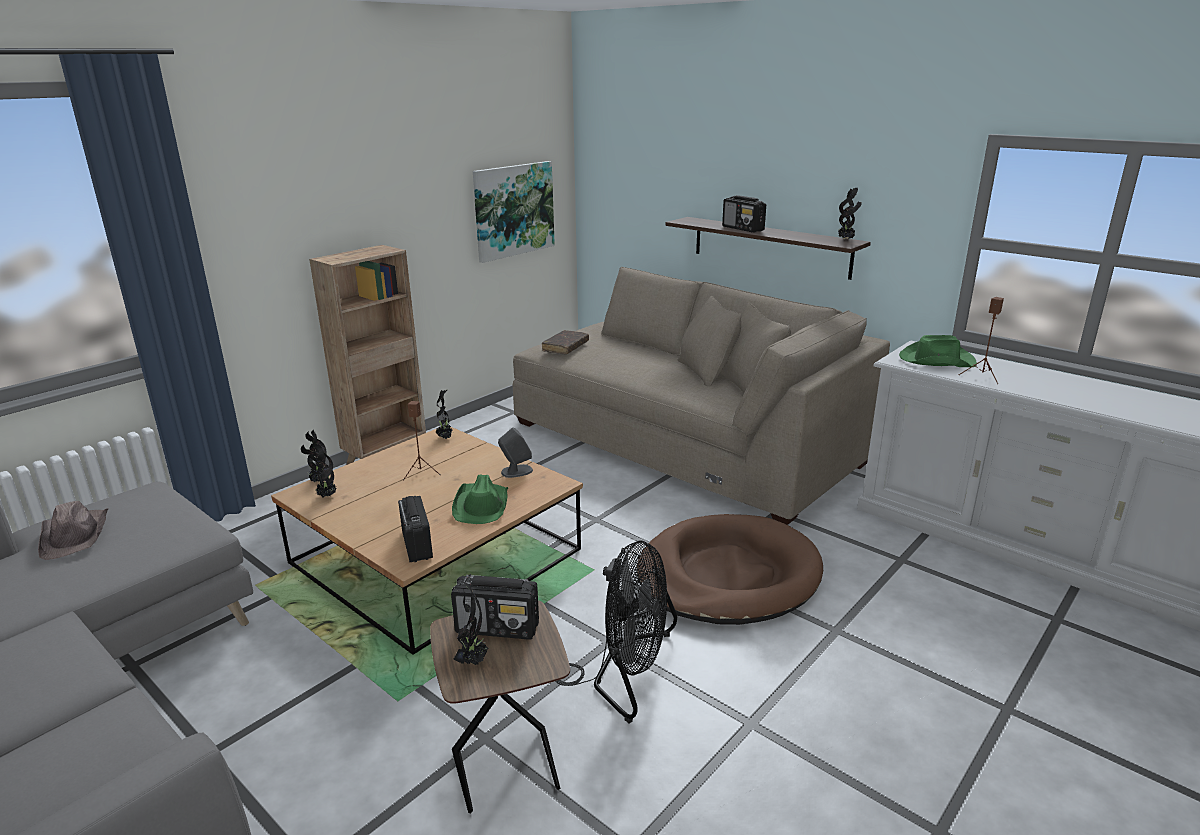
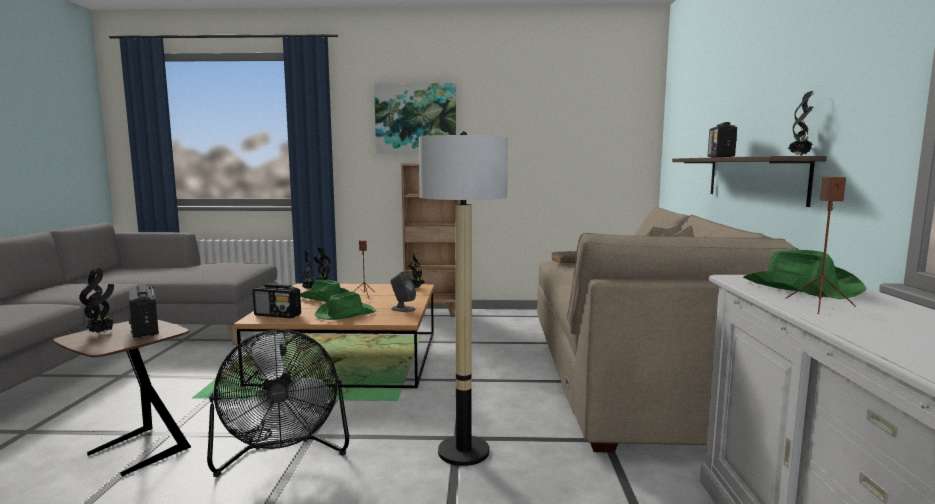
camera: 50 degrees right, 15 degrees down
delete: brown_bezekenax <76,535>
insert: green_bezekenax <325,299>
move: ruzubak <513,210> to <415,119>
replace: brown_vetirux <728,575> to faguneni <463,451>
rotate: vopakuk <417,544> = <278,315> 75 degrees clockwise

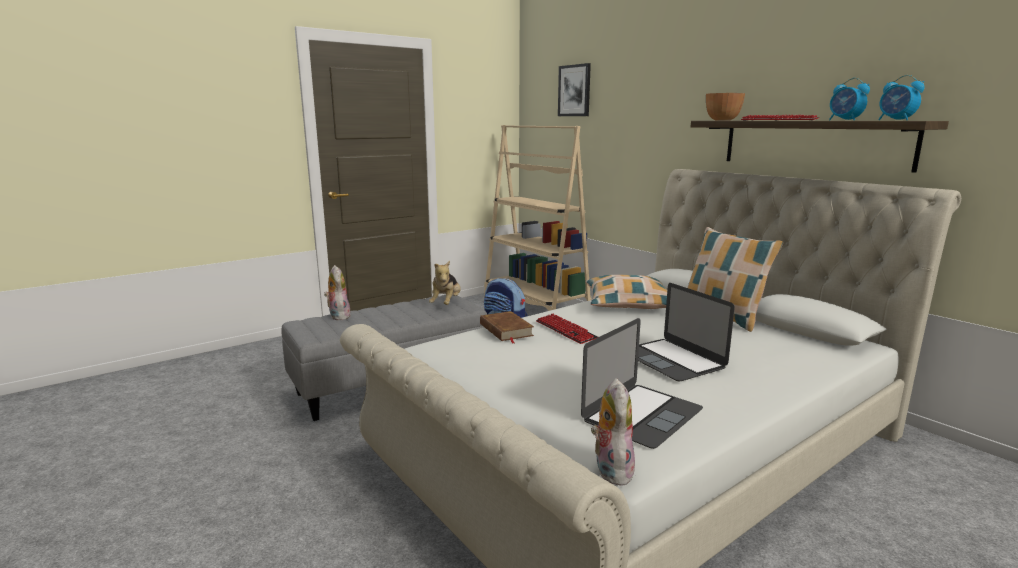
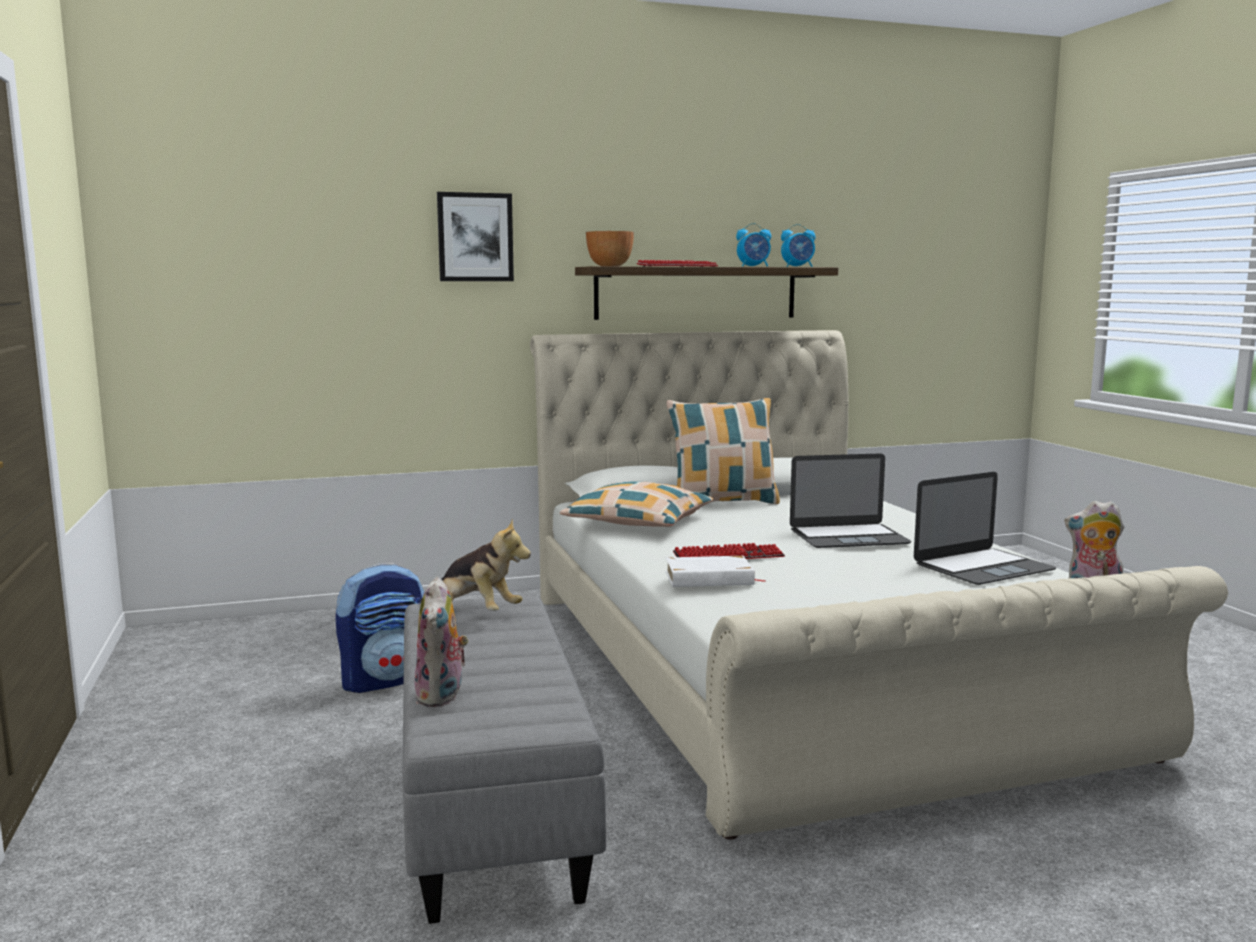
camera: 70 degrees left, 5 degrees down
delete: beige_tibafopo <535,305>
move: ruzubak <574,90> to <475,237>
recolor: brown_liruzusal <506,330> to white_liruzusal <709,578>
rotate: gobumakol <338,316> = <442,696> 90 degrees counterclockwise; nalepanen <642,414> = <983,567> 90 degrees clockwise

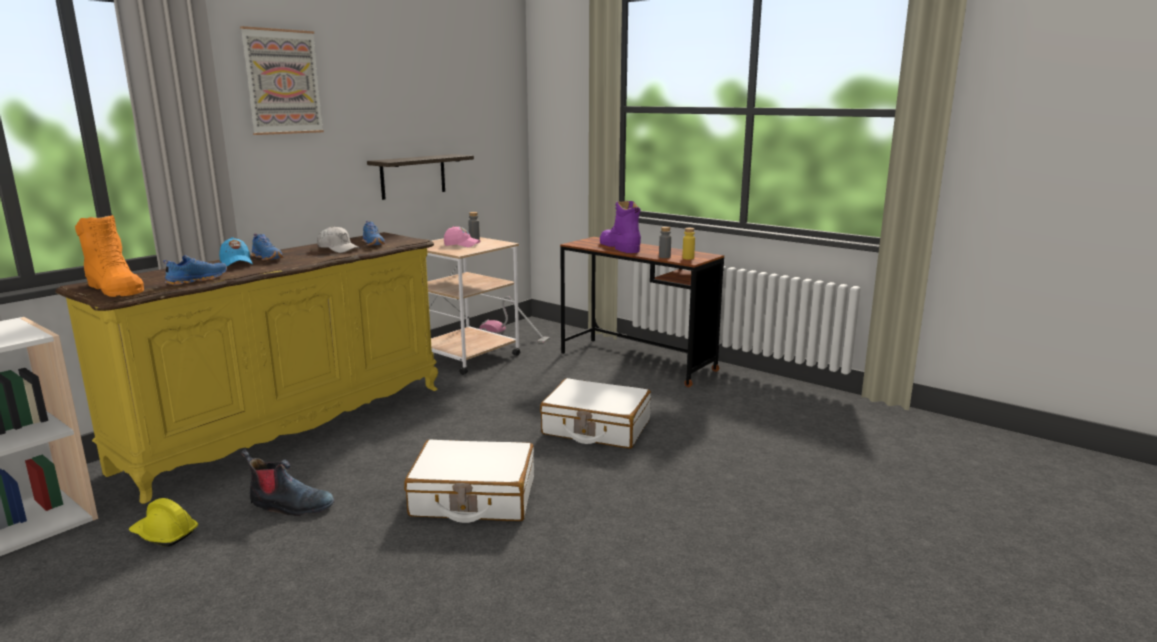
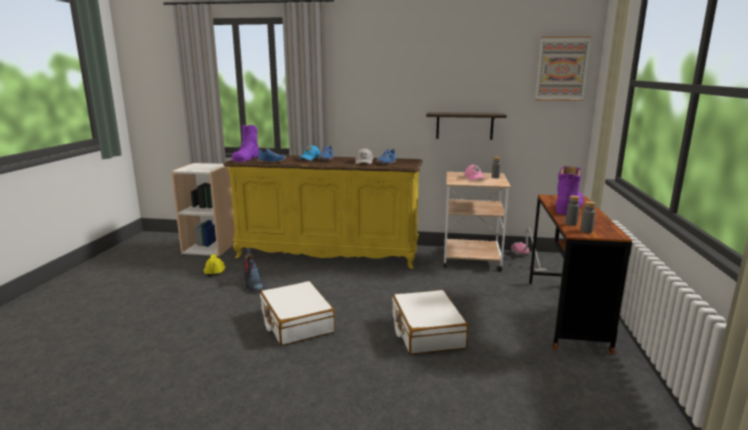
camera: 60 degrees right, 0 degrees up
move: ruzubak <282,82> to <562,69>
recolor: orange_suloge <115,289> to purple_suloge <246,158>; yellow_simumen <688,258> to grey_simumen <586,231>

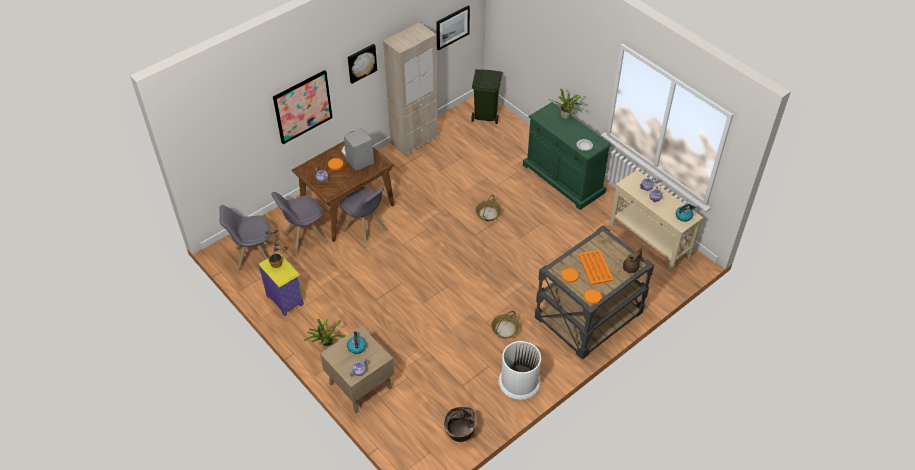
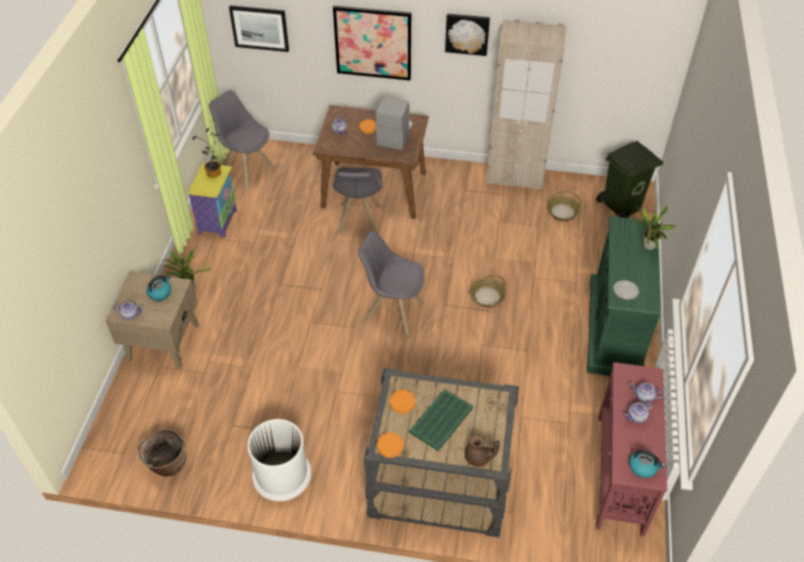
camera: 50 degrees right, 0 degrees up
move: ruzubak <452,27> to <259,28>; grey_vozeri <304,238> to <393,312>; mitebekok <505,329> to <562,212>
recolor: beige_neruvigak <649,241> to red_neruvigak <619,473>; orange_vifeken <595,267> to green_vifeken <442,419>

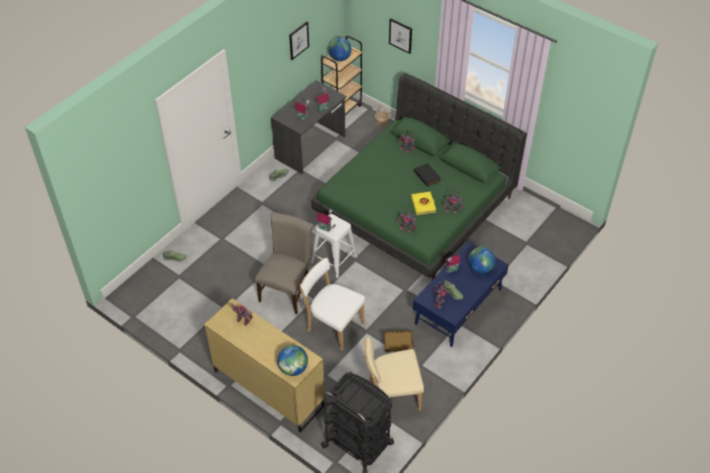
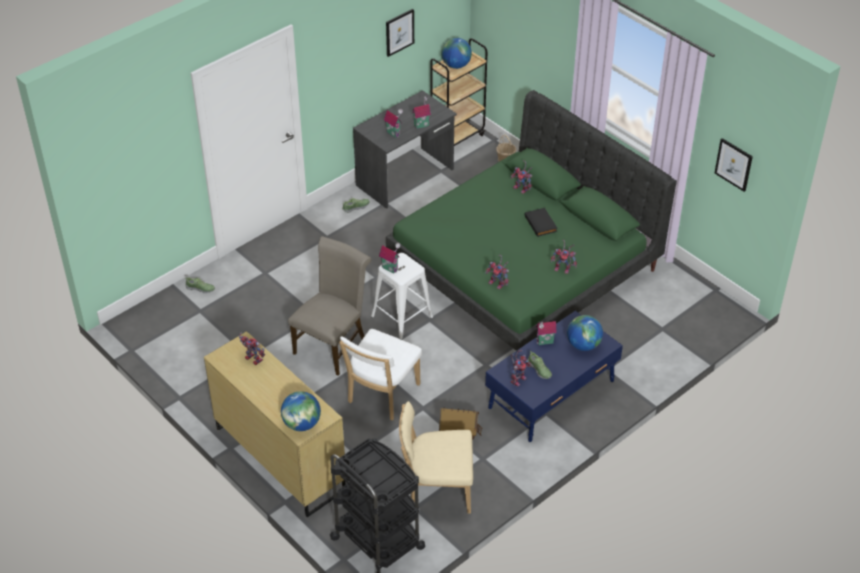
camera: 10 degrees right, 5 degrees down
delete: yellow_liruzusal <423,204>
move: ruzubak <400,35> to <733,164>
rotate: white_vozeri <333,326> = <381,395> 105 degrees counterclockwise

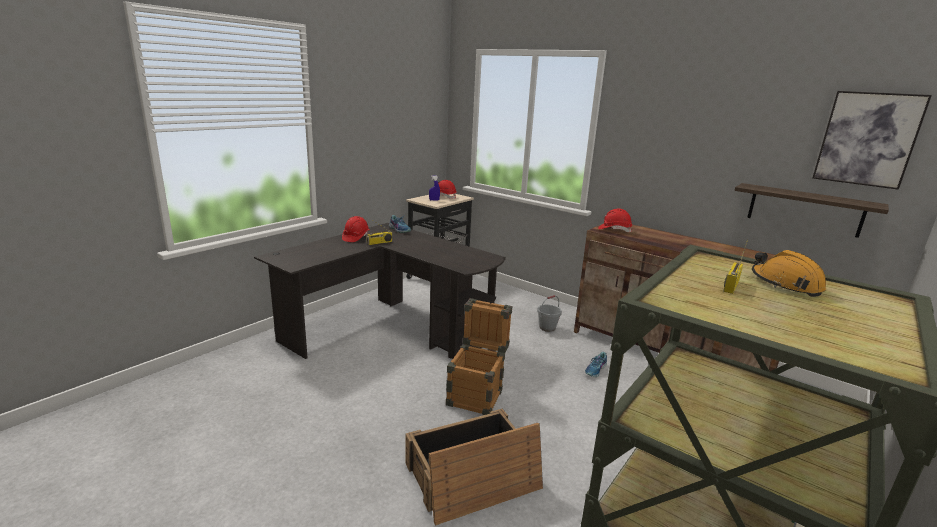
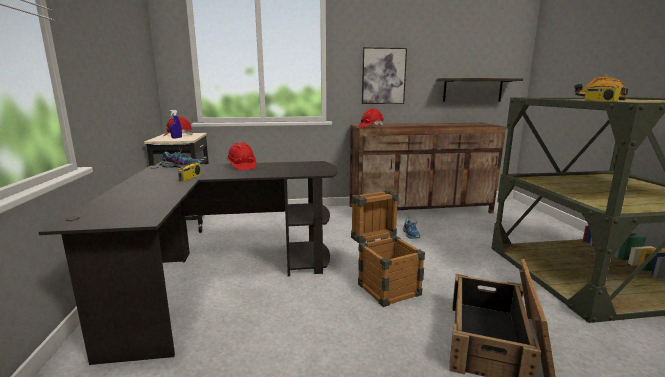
camera: 45 degrees left, 5 degrees down
delete: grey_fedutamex <547,327>
move: ruzubak <867,139> to <383,76>; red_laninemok <355,237> to <242,166>

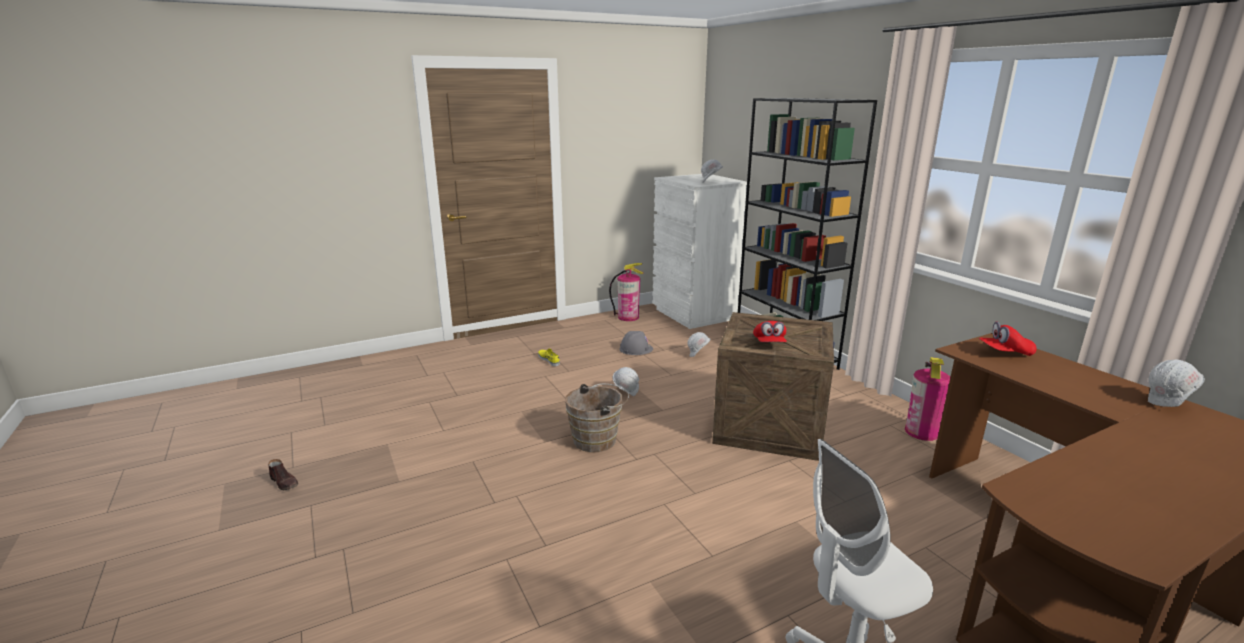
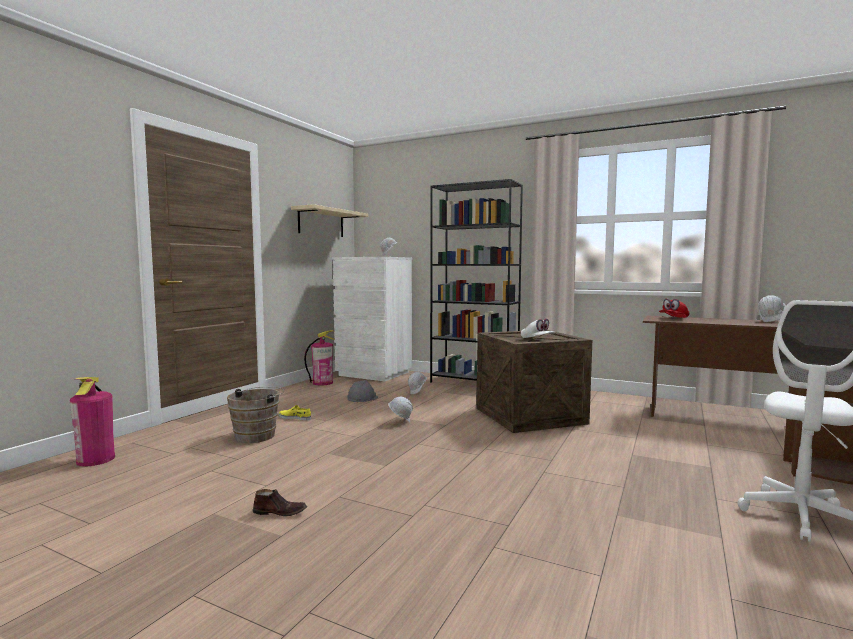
camera: 35 degrees left, 15 degrees down
insert: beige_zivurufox <321,223>
move: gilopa <921,432> to <96,459>; brown_fedutamex <598,440> to <258,435>; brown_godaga <284,482> to <280,512>
recolor: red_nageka <769,343> to white_nageka <537,339>

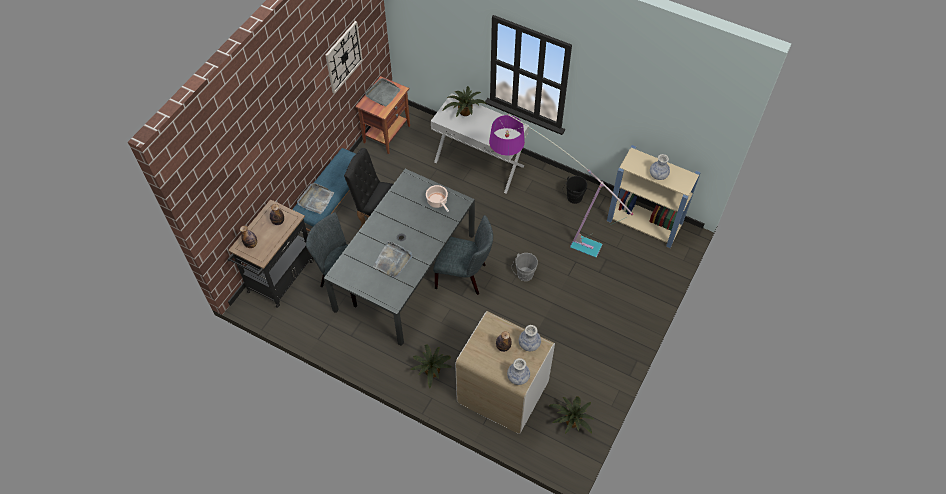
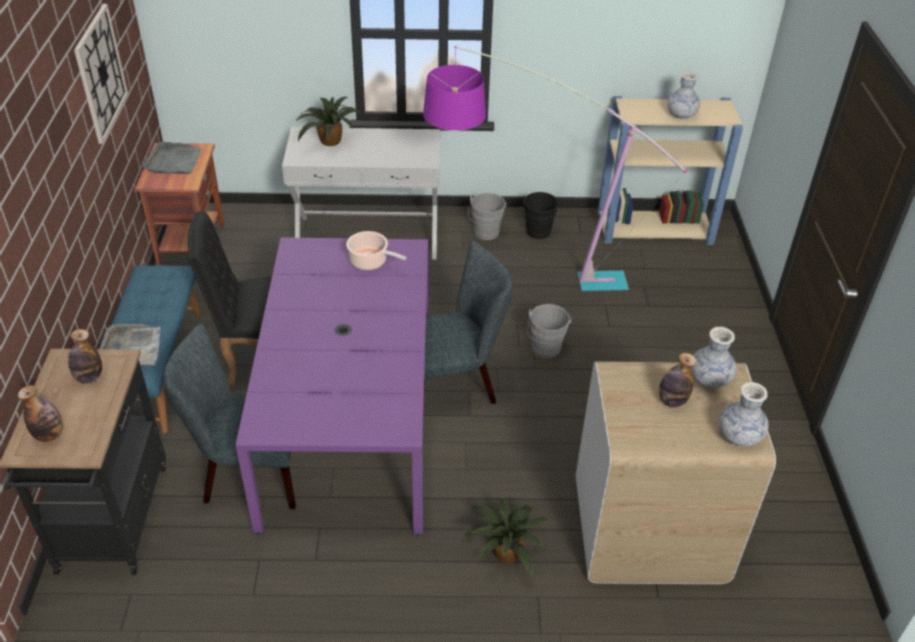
camera: 30 degrees left, 15 degrees down
delete: grey_vifeken <392,260>; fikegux <571,421>
insert: grey_fedutamex <485,234>
recolor: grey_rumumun <405,272> to purple_rumumun <350,419>

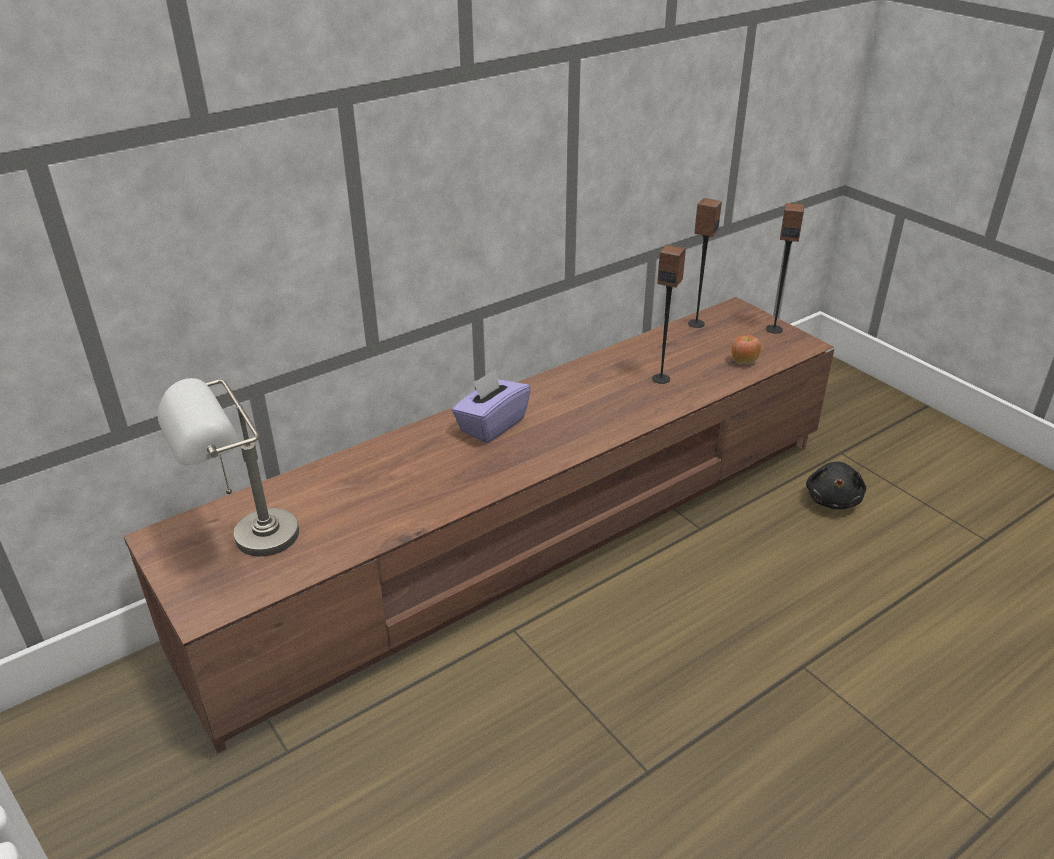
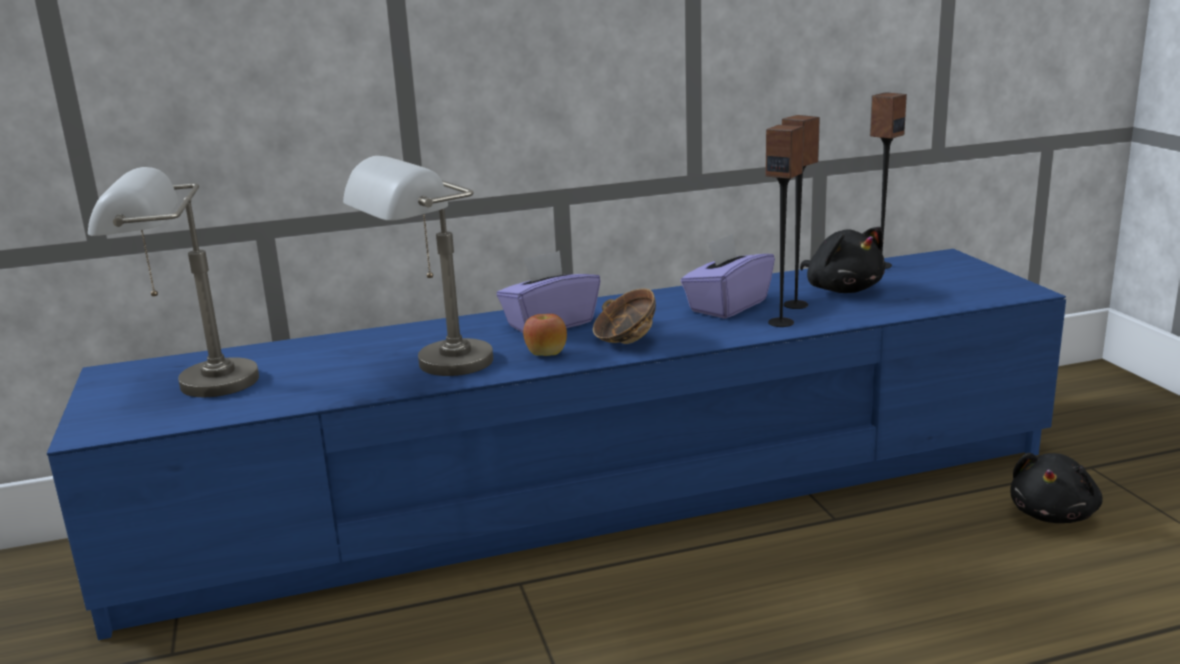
camera: 20 degrees right, 15 degrees down
insert: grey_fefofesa <433,369>; black_gobumakol <842,289>; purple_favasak <727,306>; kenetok <624,341>
move: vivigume <774,329> to <781,322>; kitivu <744,361> to <546,354>
recolor: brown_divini <526,537> to blue_divini <597,496>

